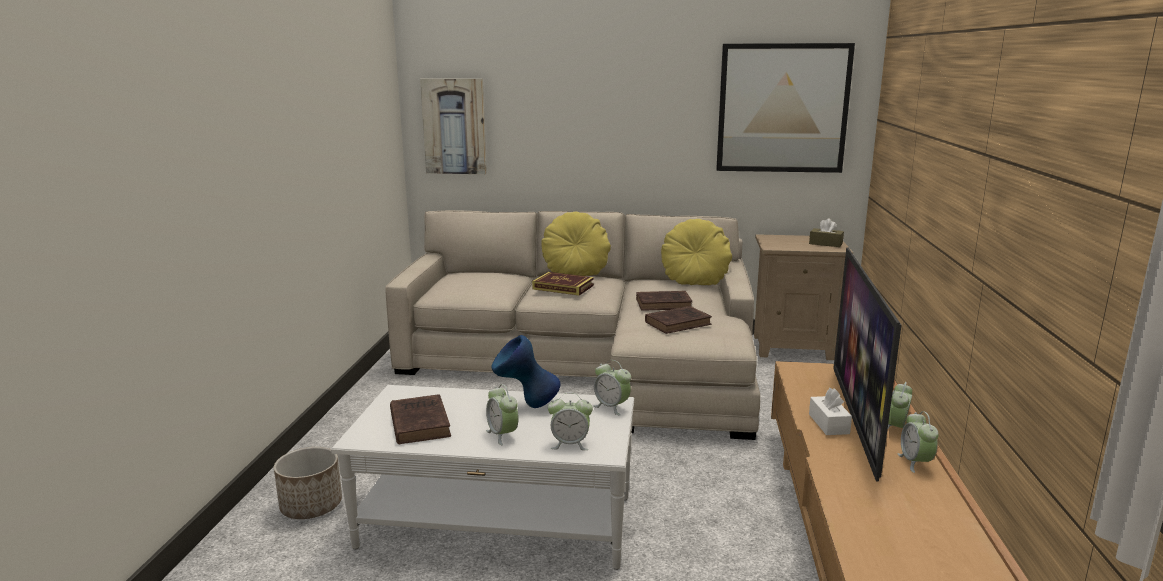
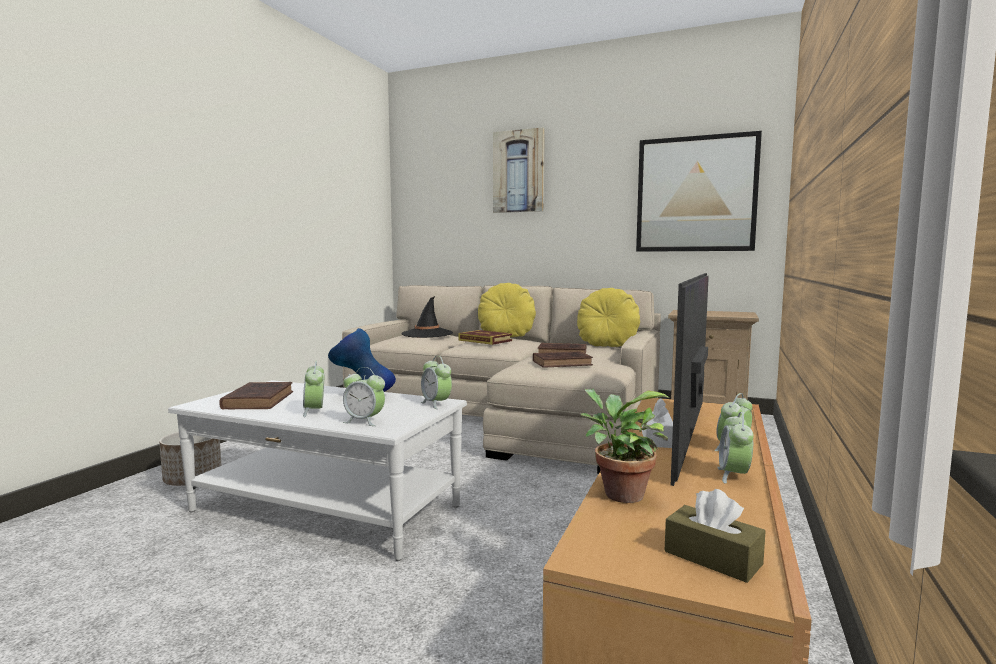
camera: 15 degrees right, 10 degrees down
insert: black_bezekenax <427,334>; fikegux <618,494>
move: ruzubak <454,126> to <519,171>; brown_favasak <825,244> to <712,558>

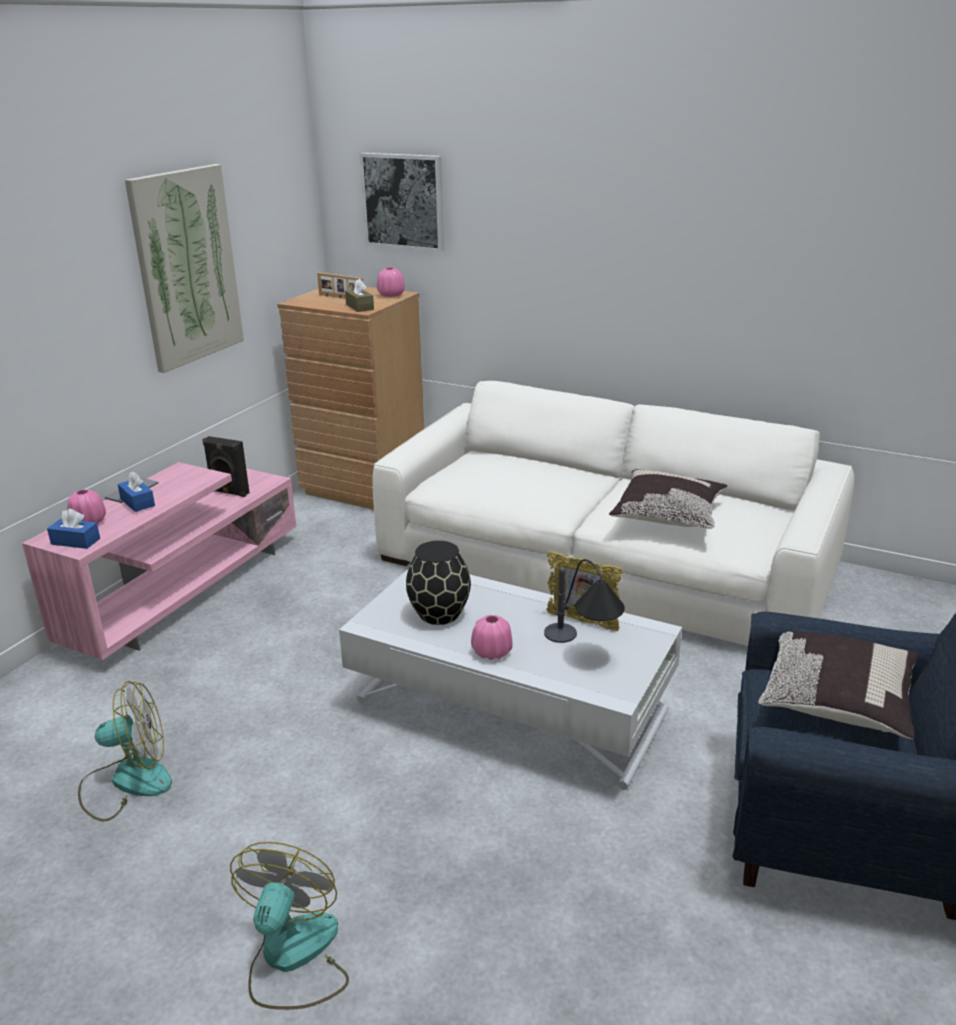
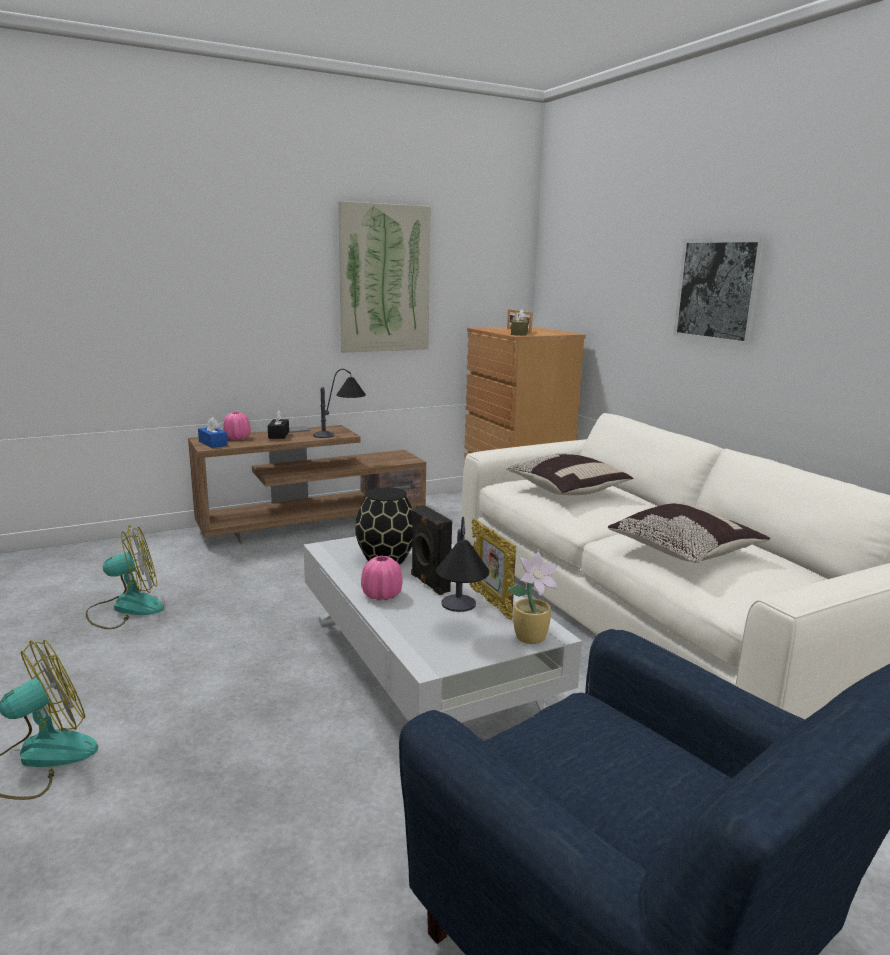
camera: 35 degrees right, 10 degrees down
delete: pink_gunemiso <391,295>
insert: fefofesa <341,432>; fikegux <532,637>
move: ruzubak <403,201> to <719,290>; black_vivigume <229,492> to <429,583>; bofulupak <836,700> to <567,490>
recolor: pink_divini <188,590> to brown_divini <316,522>; blue_favasak <137,502> to black_favasak <278,435>
rotate: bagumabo <126,782> = <126,608> 45 degrees counterclockwise

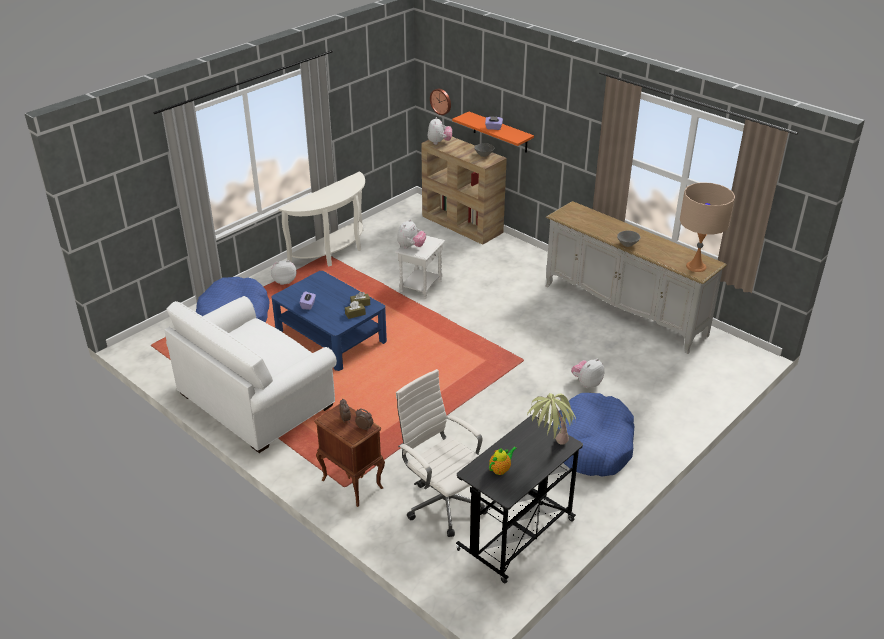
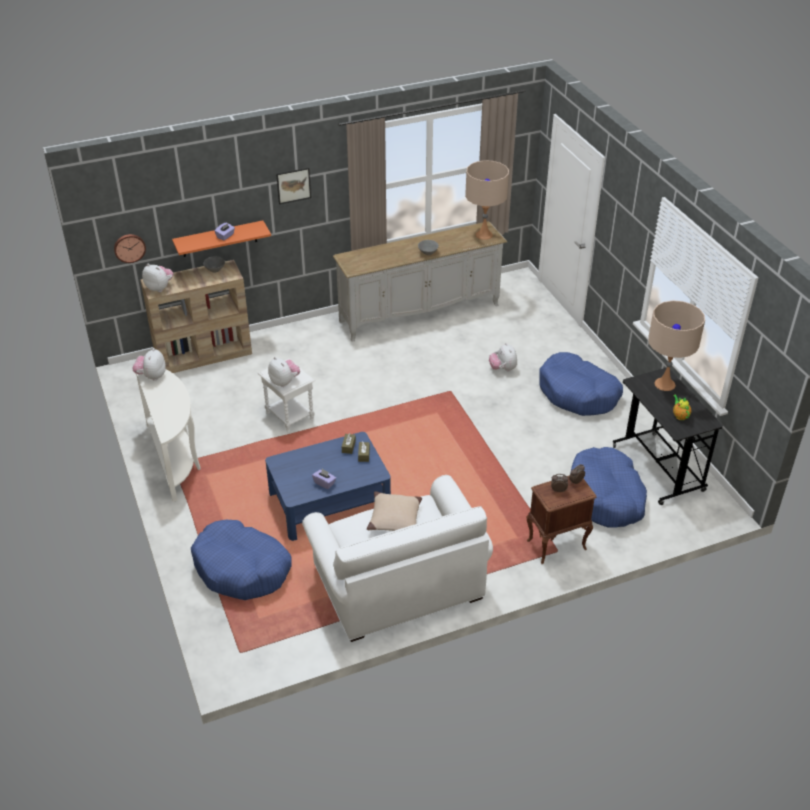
camera: 65 degrees left, 5 degrees up
insert: ruzubak <293,185>; beige_bofulupak <395,518>
move: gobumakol <284,281> to <151,376>
replace: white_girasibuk <443,503> to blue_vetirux <605,497>; fikegux <549,447> to beige_fefofesa <664,384>

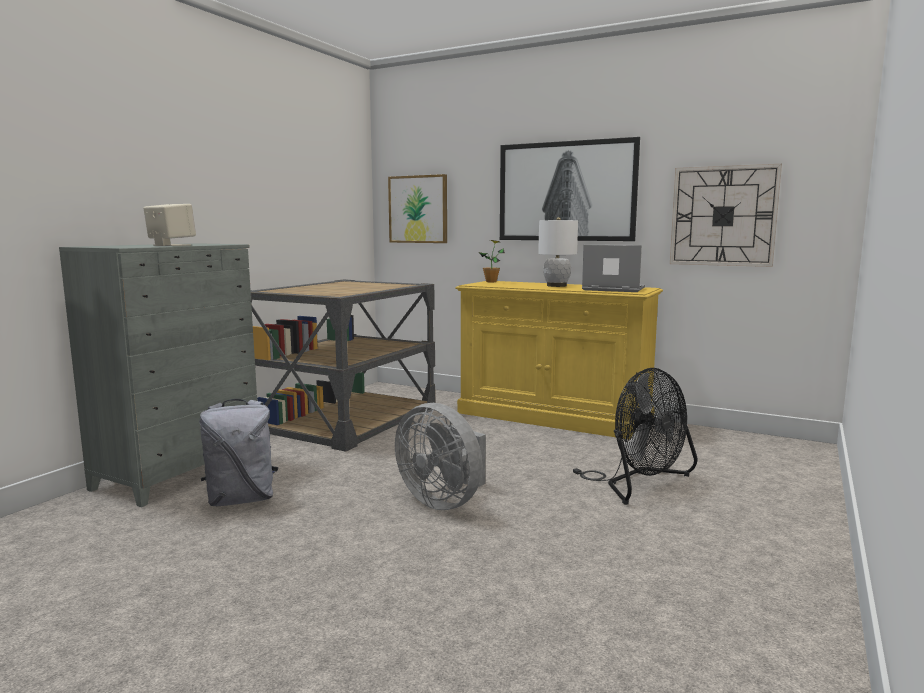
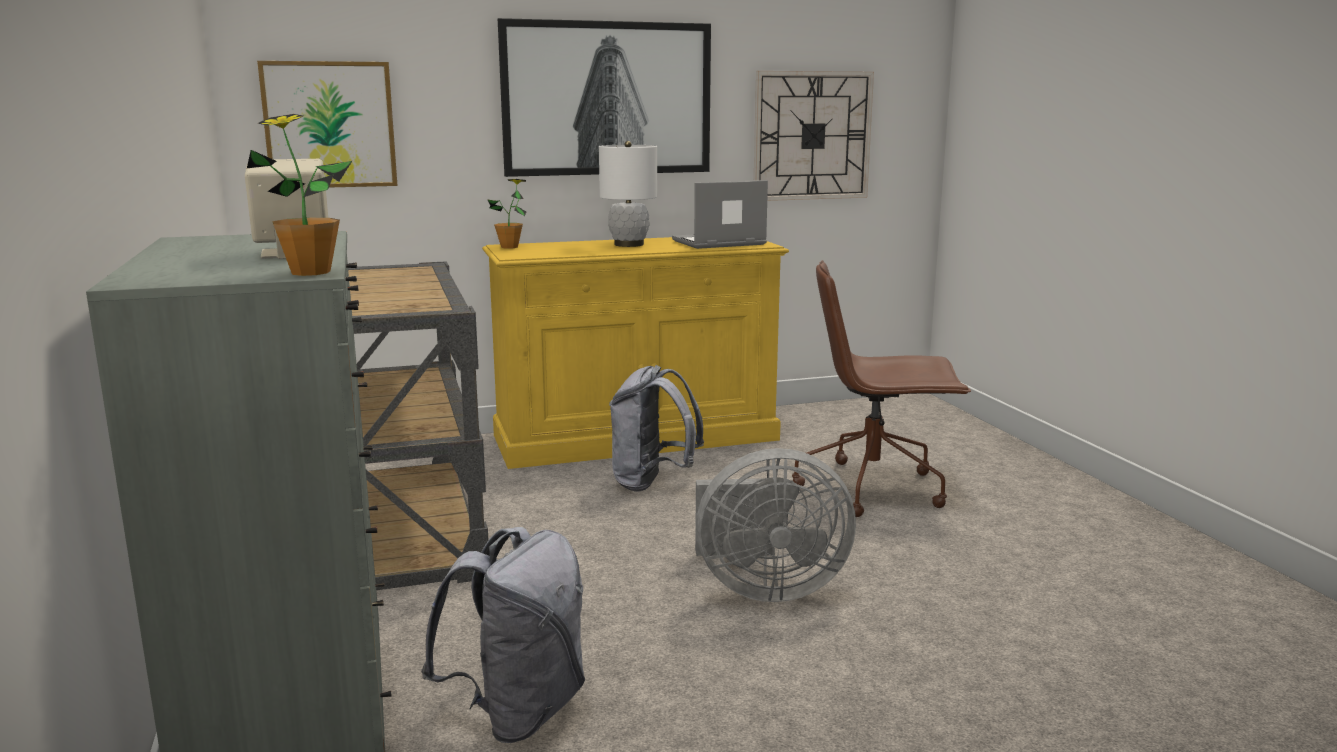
camera: 45 degrees left, 5 degrees up
insert: fikegux <310,272>; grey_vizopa <652,483>
replace: black_bagumabo <636,483> to brown_girasibuk <878,489>

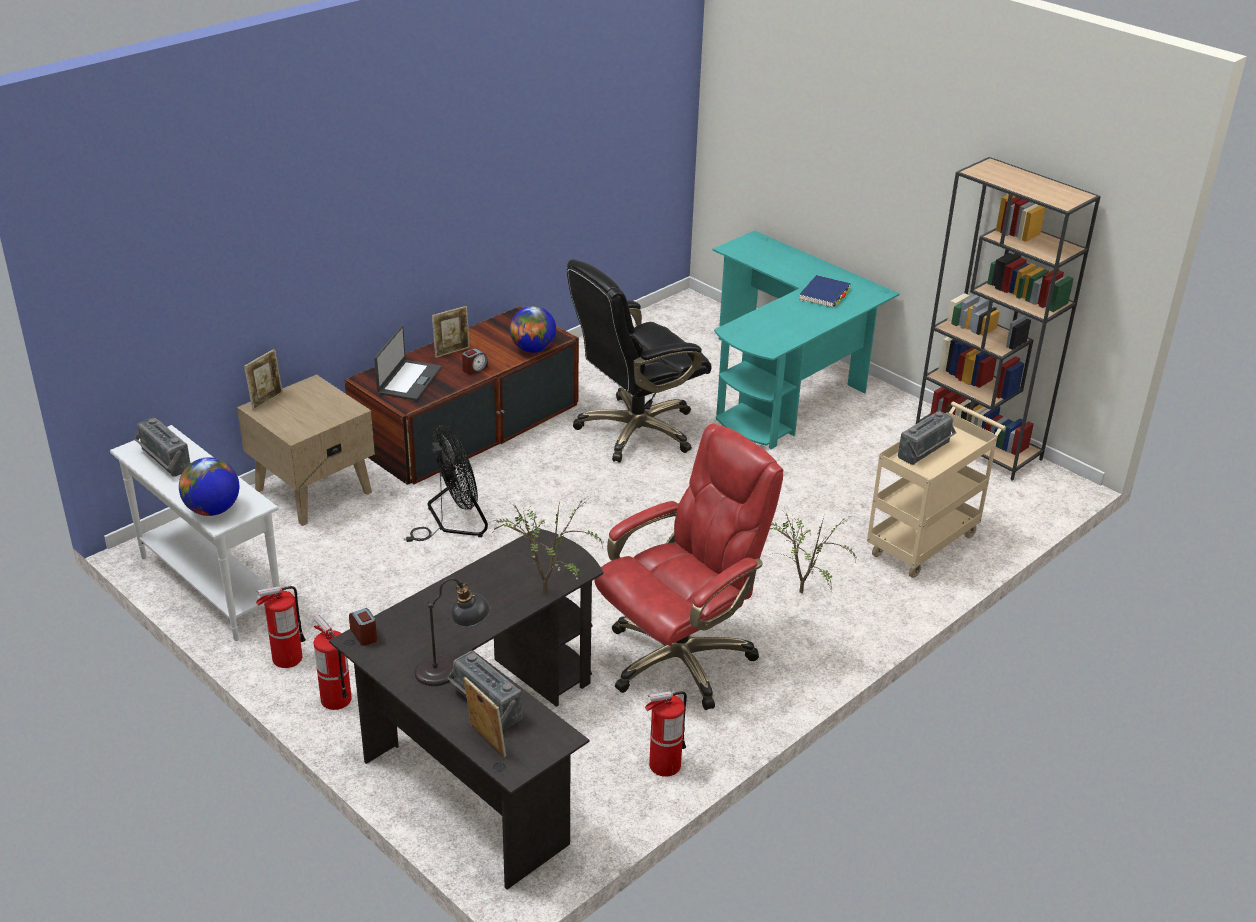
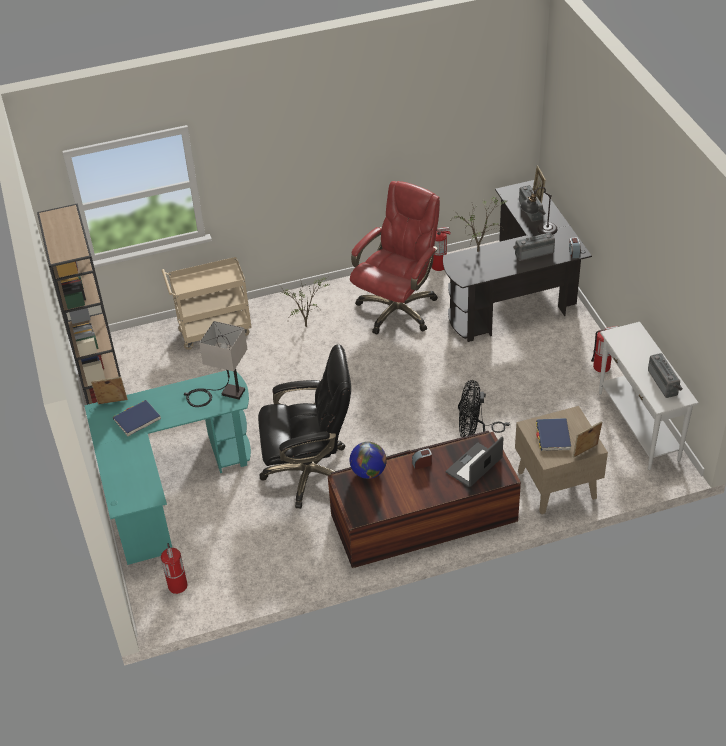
camera: 150 degrees left, 10 degrees up
delete: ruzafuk <213,510>
insert: fefofesa <218,394>; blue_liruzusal <553,436>
move: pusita <452,351> to <112,402>; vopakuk <926,452> to <533,252>; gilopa <335,699> to <178,586>
rotate: red_girasibuk <679,659> = <397,309> 135 degrees clockwise

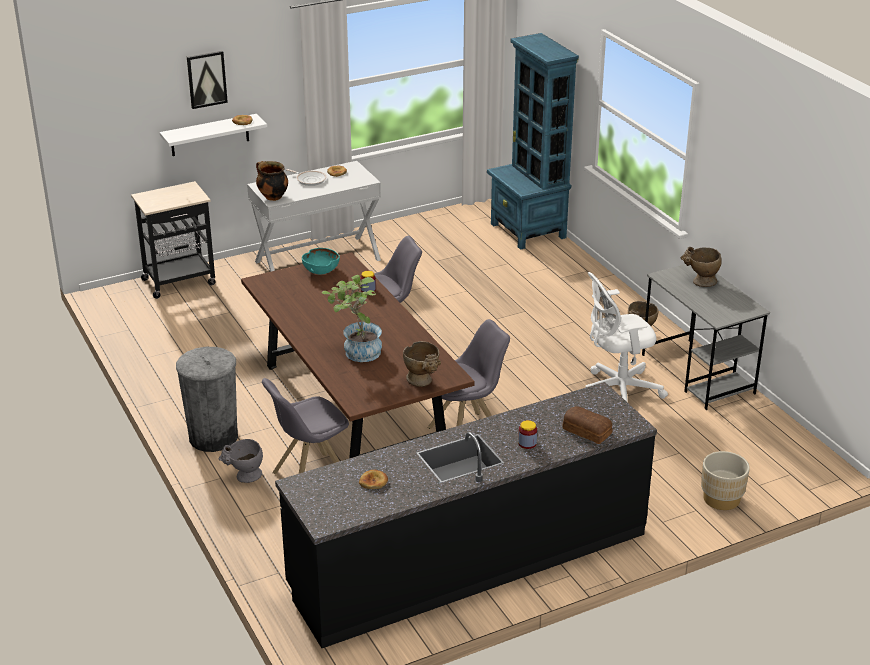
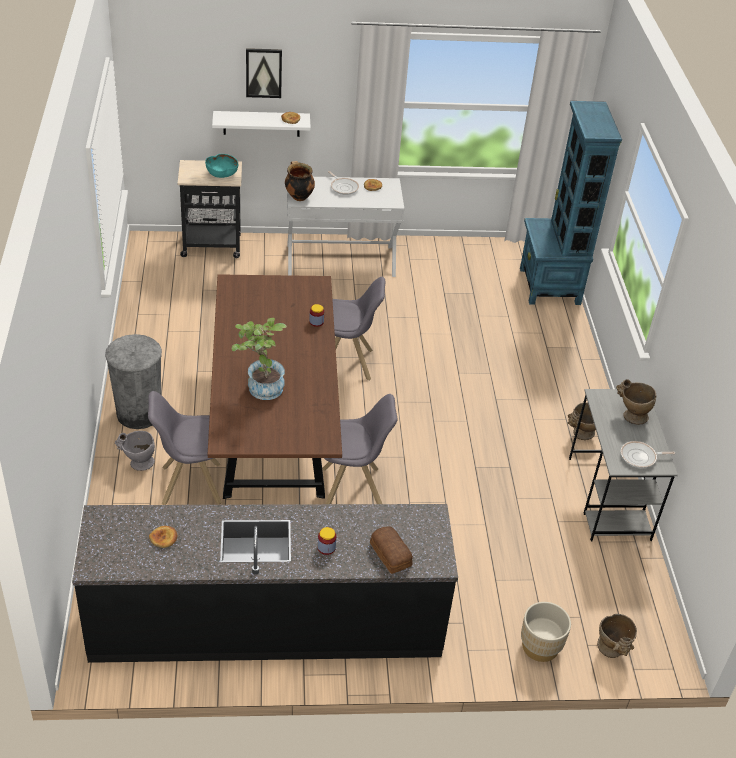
camera: 20 degrees right, 10 degrees up
delete: white_girasibuk <617,390>
insert: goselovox <640,457>
move: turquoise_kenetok <321,271> to <222,174>; beige_gunemiso <422,382> to <612,651>

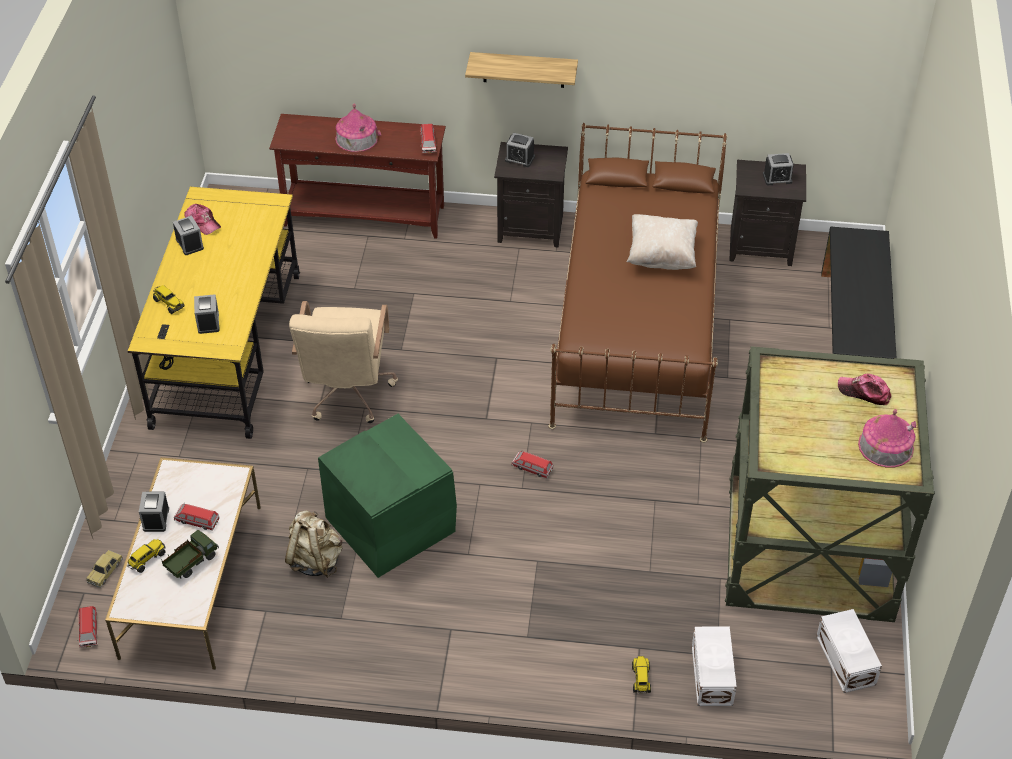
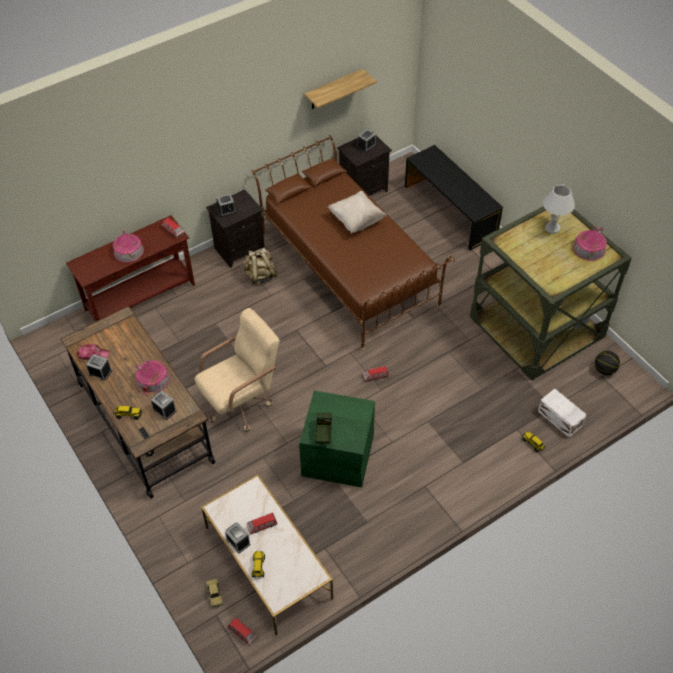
camera: 40 degrees left, 5 degrees up
insert: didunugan <153,379>
move: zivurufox <523,70> to <333,90>; beige_vizopa <315,560> to <260,276>; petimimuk <191,562> to <323,432>
replace: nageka <864,392> to white_fefofesa <553,228>; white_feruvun <845,661> to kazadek <604,370>
recolor: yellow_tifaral <227,349> to brown_tifaral <144,422>
rotate: beige_girasibuk <348,397> = <242,404> 90 degrees counterclockwise

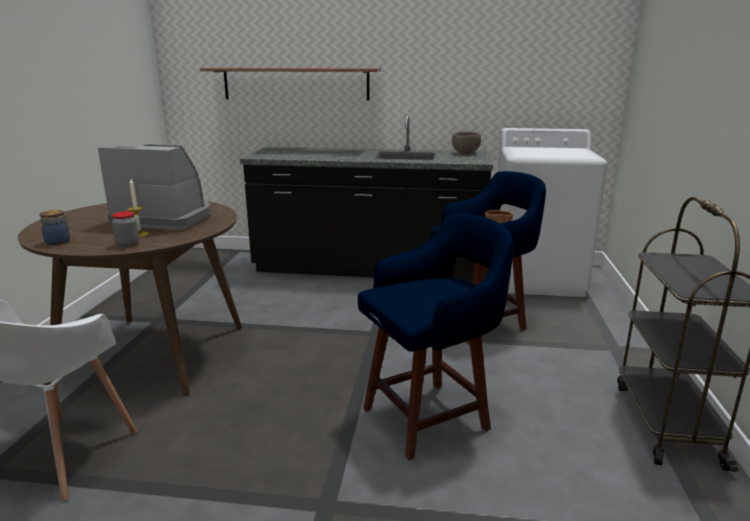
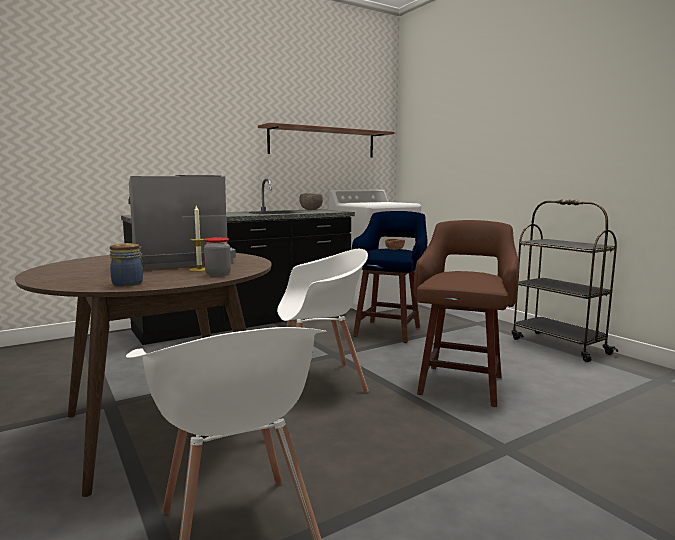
camera: 40 degrees left, 10 degrees down
insert: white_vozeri <322,381>
move: zivurufox <296,83> to <323,142>
recolor: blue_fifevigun <430,417> to brown_fifevigun <462,383>

